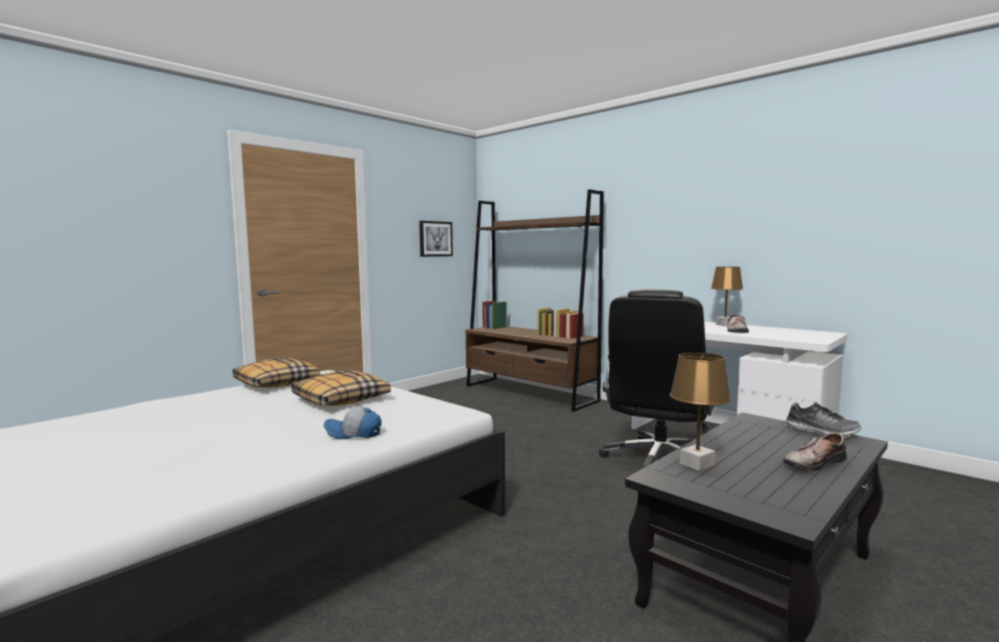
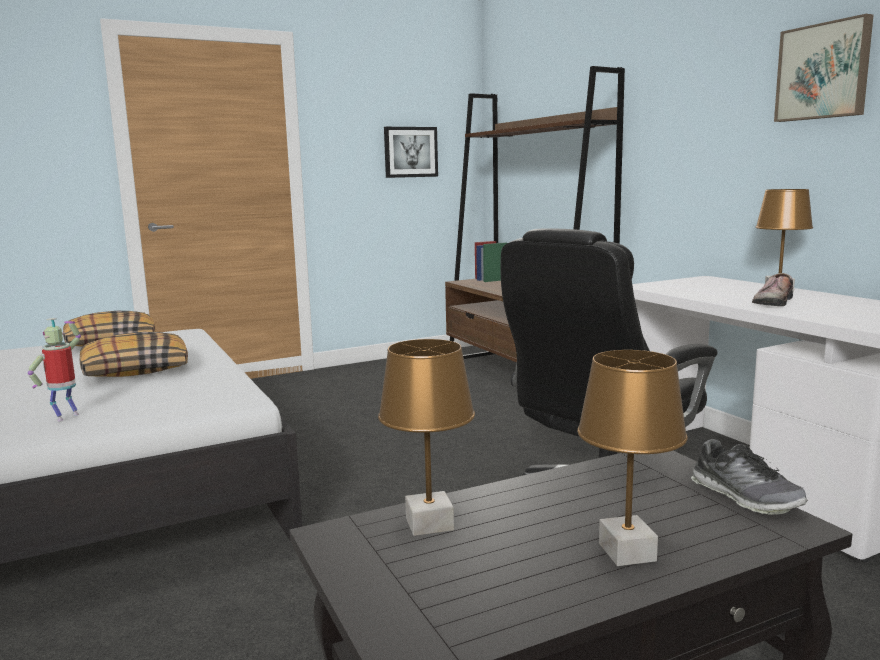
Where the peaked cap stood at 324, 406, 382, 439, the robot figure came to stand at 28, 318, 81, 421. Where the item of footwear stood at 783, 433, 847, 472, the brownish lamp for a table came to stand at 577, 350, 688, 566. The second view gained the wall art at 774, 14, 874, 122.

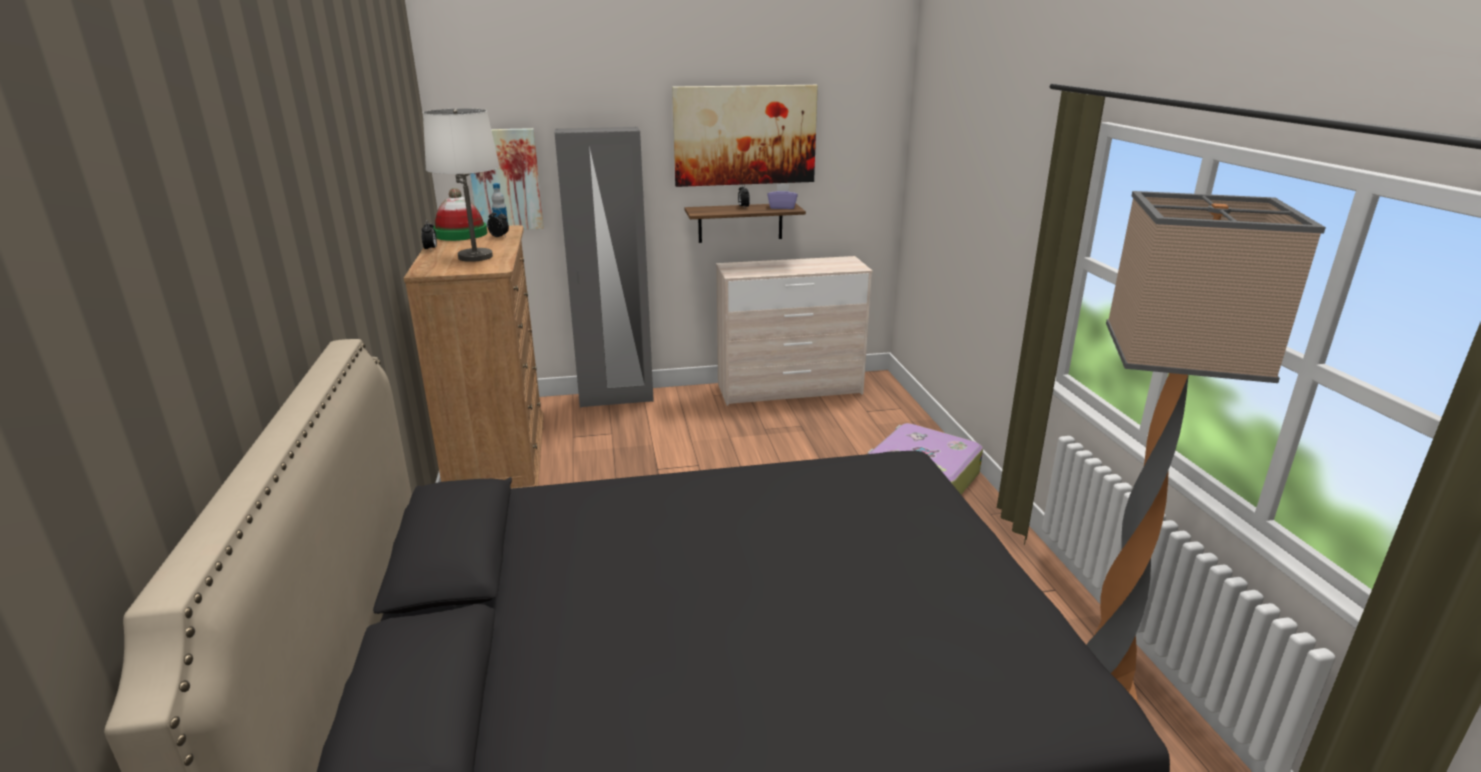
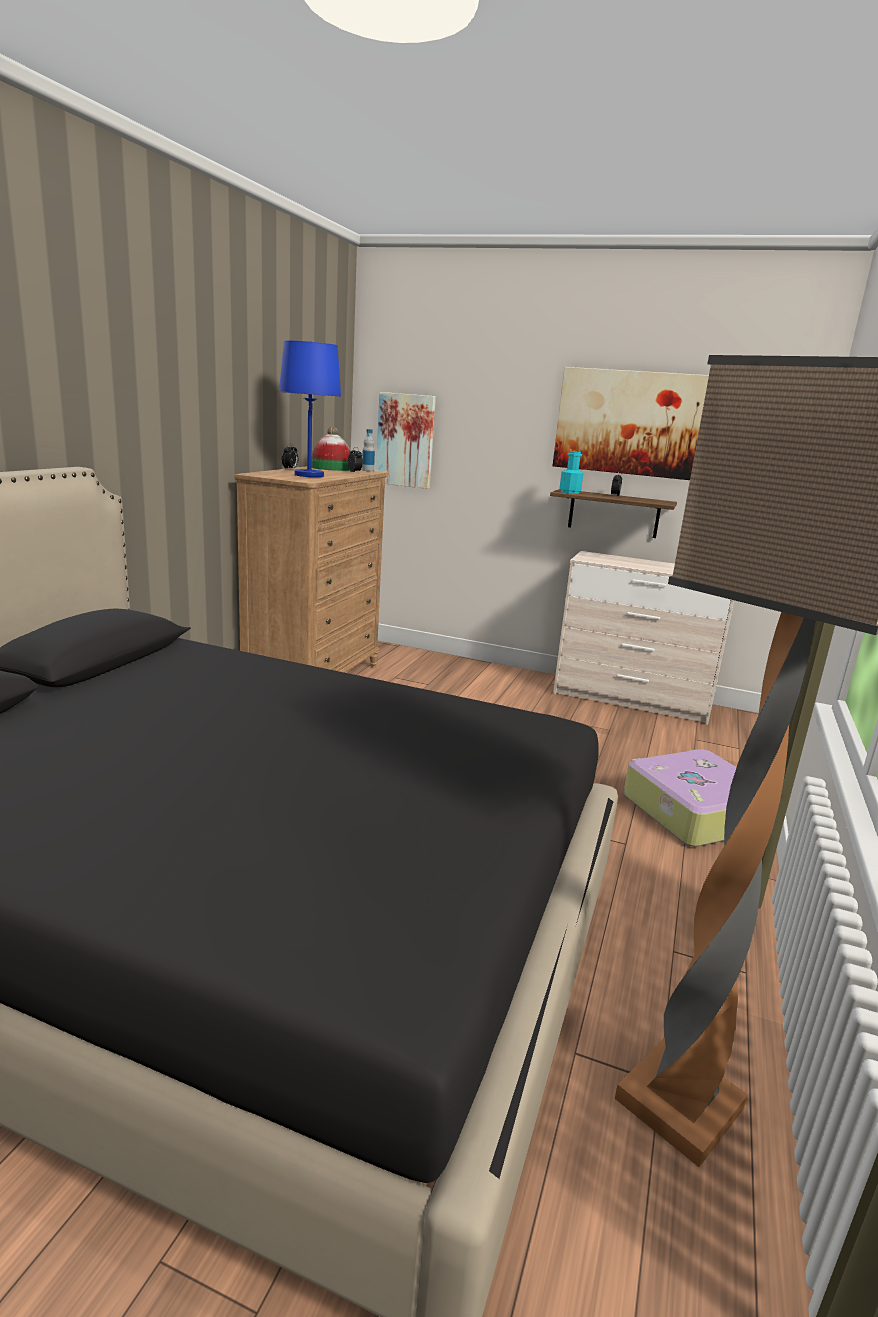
What was the whitish lamp for a table at 423, 108, 500, 262 turned into the bluish lamp for a table at 279, 340, 341, 477. The second view lost the greyish armoire at 555, 127, 654, 408. The second view lost the purplish box of tissues at 767, 184, 798, 209. The second view gained the blue-green bottle at 559, 451, 583, 494.

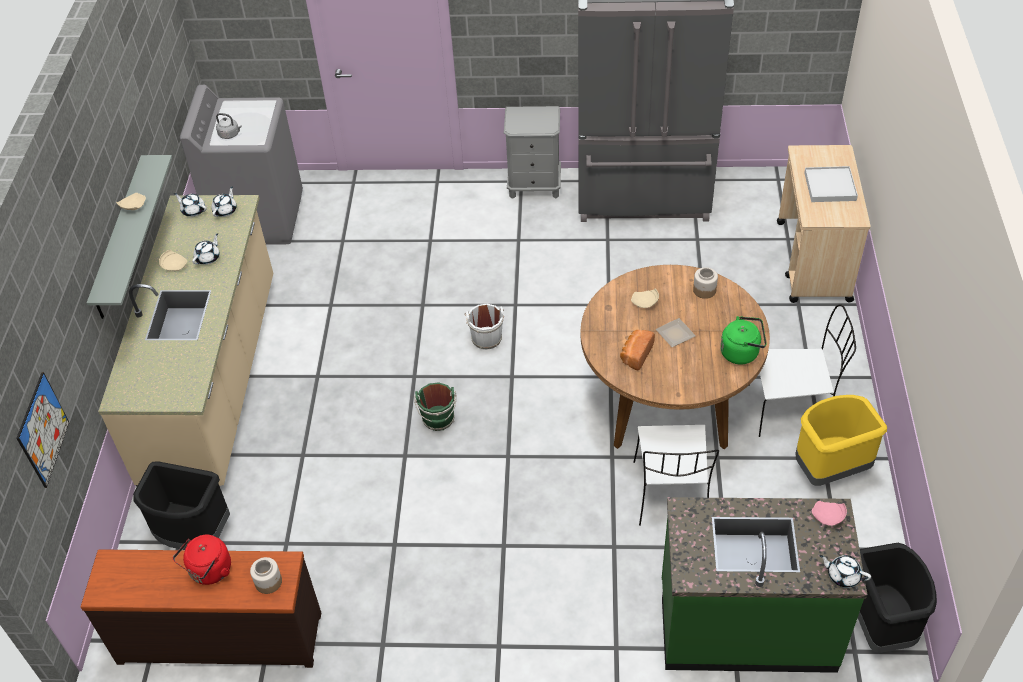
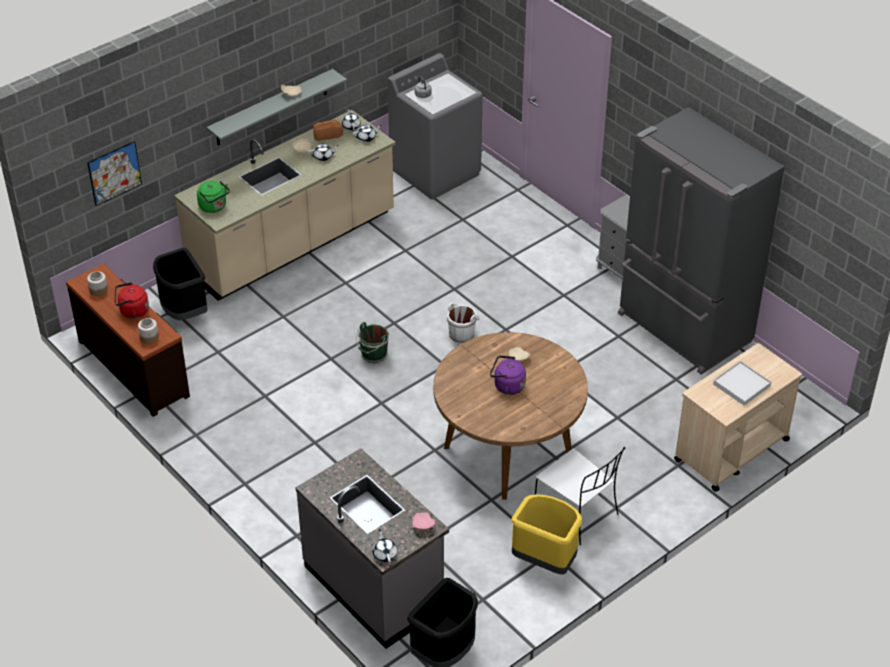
The baked bread ended up elsewhere, having gone from 620, 330, 655, 371 to 313, 120, 343, 141. The second view lost the whitish chair at 633, 425, 719, 526. Where the dinner plate stood at 656, 318, 696, 347, the purplish kettle came to stand at 490, 355, 526, 395. What was the greenish kitchen counter at 662, 497, 867, 673 turned into the greyish kitchen counter at 295, 448, 449, 649. The storage jar ended up elsewhere, having gone from 693, 267, 718, 299 to 87, 271, 108, 296. The greenish kettle ended up elsewhere, having gone from 720, 316, 767, 364 to 197, 181, 230, 213.

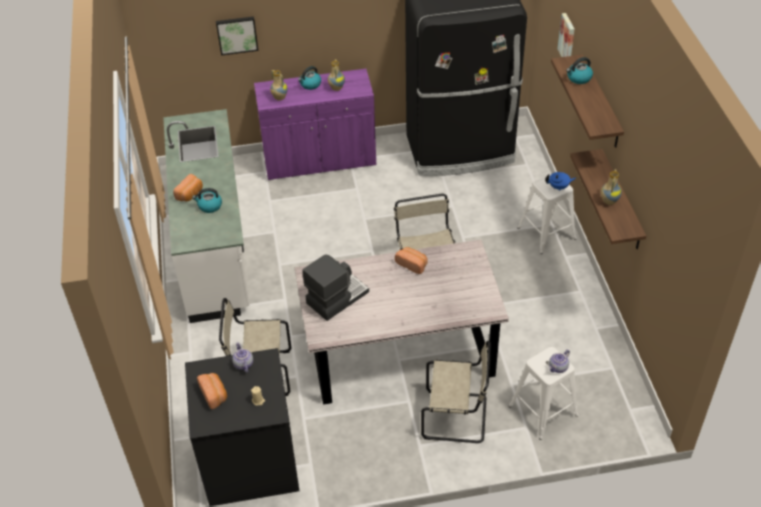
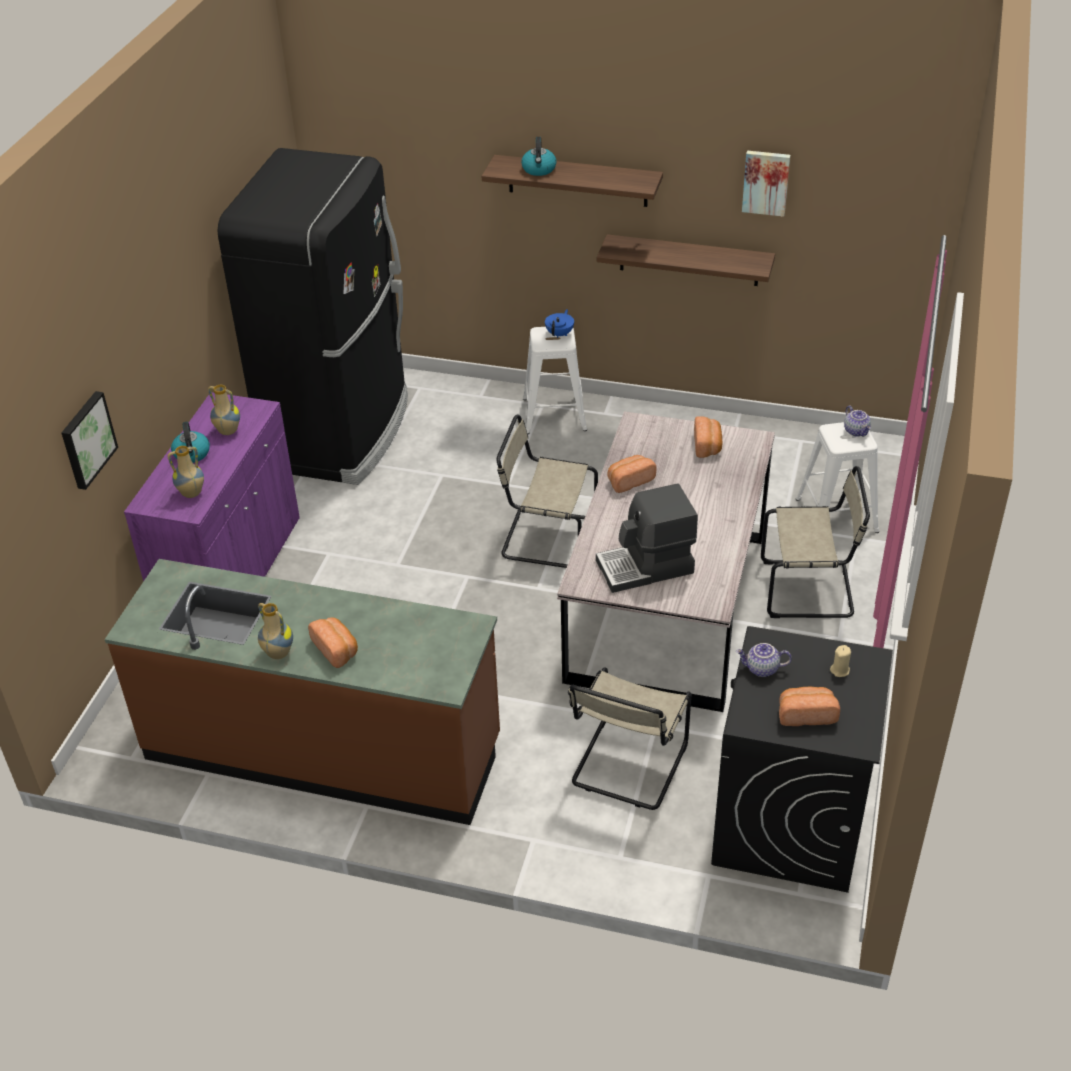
What was the whitish kitchen counter at 163, 109, 250, 323 turned into the brownish kitchen counter at 105, 559, 500, 825. The second view lost the kettle at 192, 188, 222, 213. The coffee maker at 302, 254, 369, 321 ended up facing another way, 90 degrees counterclockwise from before. The beige-coloured chair at 421, 340, 491, 443 ended up facing another way, 60 degrees clockwise from before. The wall art ended up elsewhere, having gone from 558, 13, 575, 57 to 742, 151, 791, 217. The decorative vase ended up elsewhere, having gone from 601, 169, 622, 205 to 258, 603, 293, 659. The second view gained the baked bread at 694, 416, 723, 458.

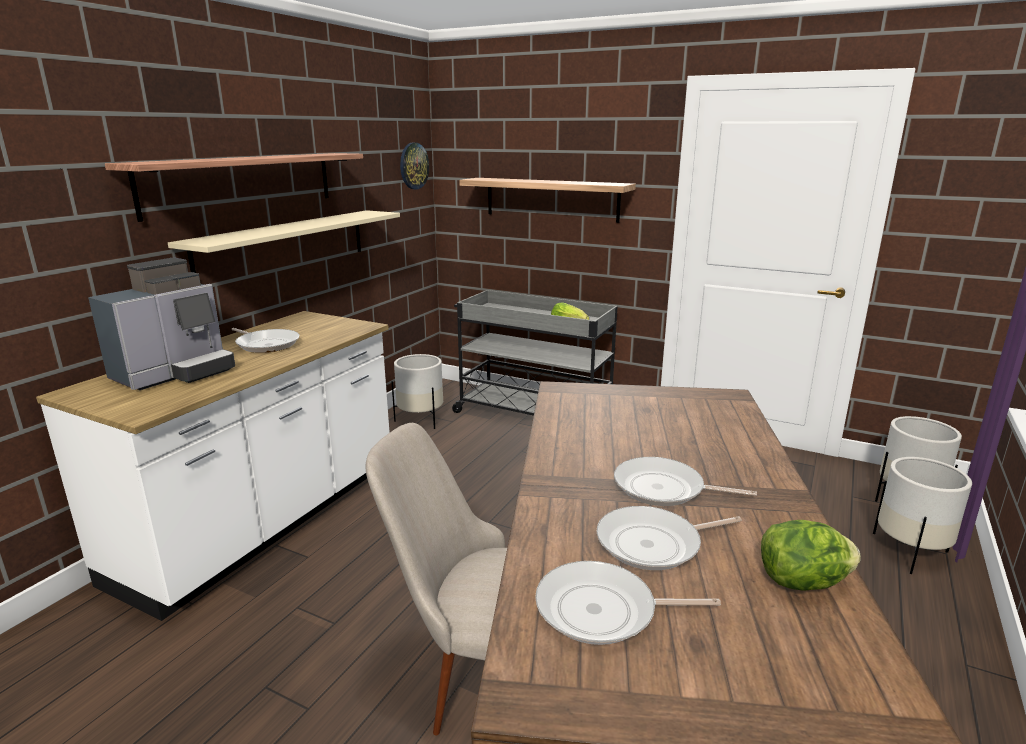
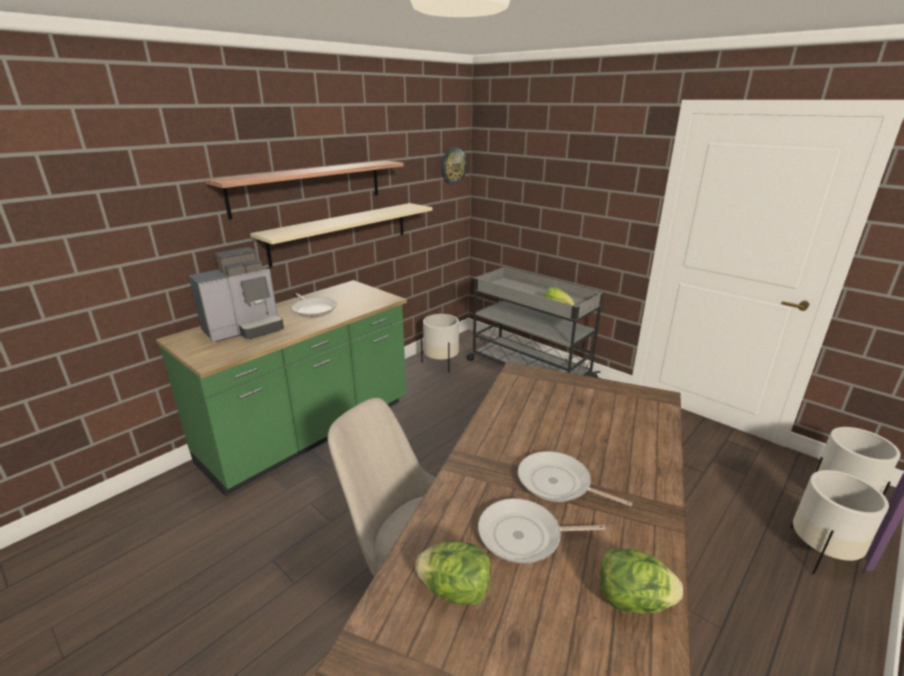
What was the whitish kitchen counter at 36, 311, 390, 621 turned into the greenish kitchen counter at 156, 280, 407, 496. The second view lost the bracket shelf at 459, 178, 636, 223. Where the skillet stood at 535, 561, 721, 645, the lettuce came to stand at 415, 541, 491, 605.

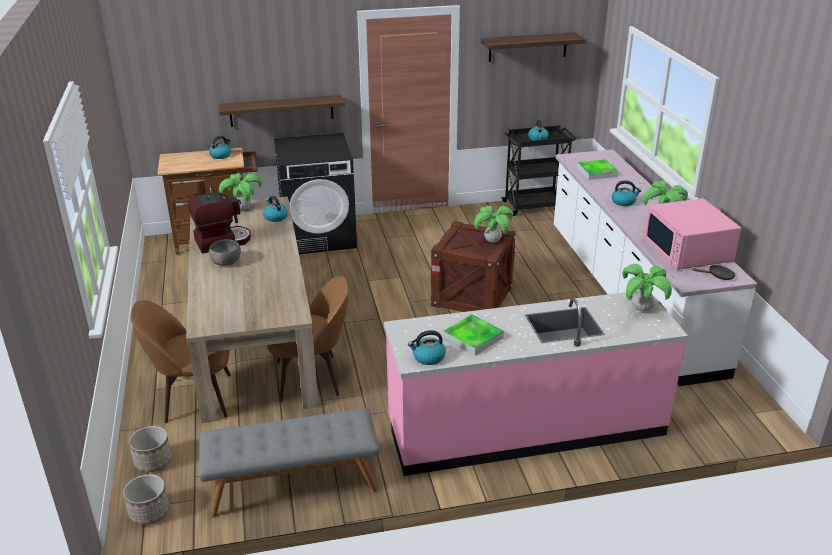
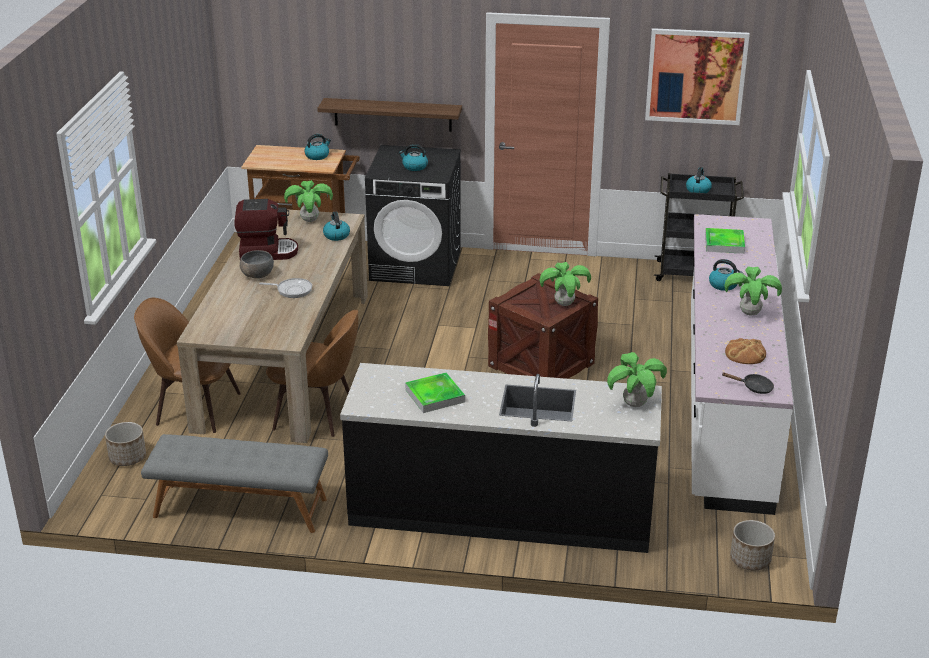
The plant pot ended up elsewhere, having gone from 123, 474, 169, 525 to 730, 520, 775, 570. What was the pink kitchen counter at 384, 291, 688, 476 turned into the blackish kitchen counter at 340, 363, 662, 553. The kettle ended up elsewhere, having gone from 408, 330, 446, 365 to 399, 144, 428, 171. Where the bracket shelf hung at 481, 32, 586, 62, the wall art came to hang at 645, 28, 750, 125. Where the pink kitchen microwave stood at 643, 198, 741, 270, the baked bread came to stand at 725, 338, 766, 364. The second view gained the skillet at 259, 278, 312, 298.

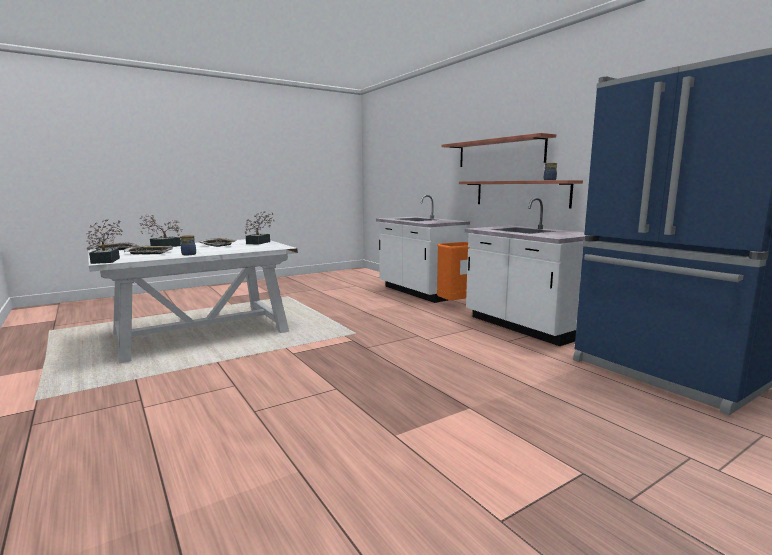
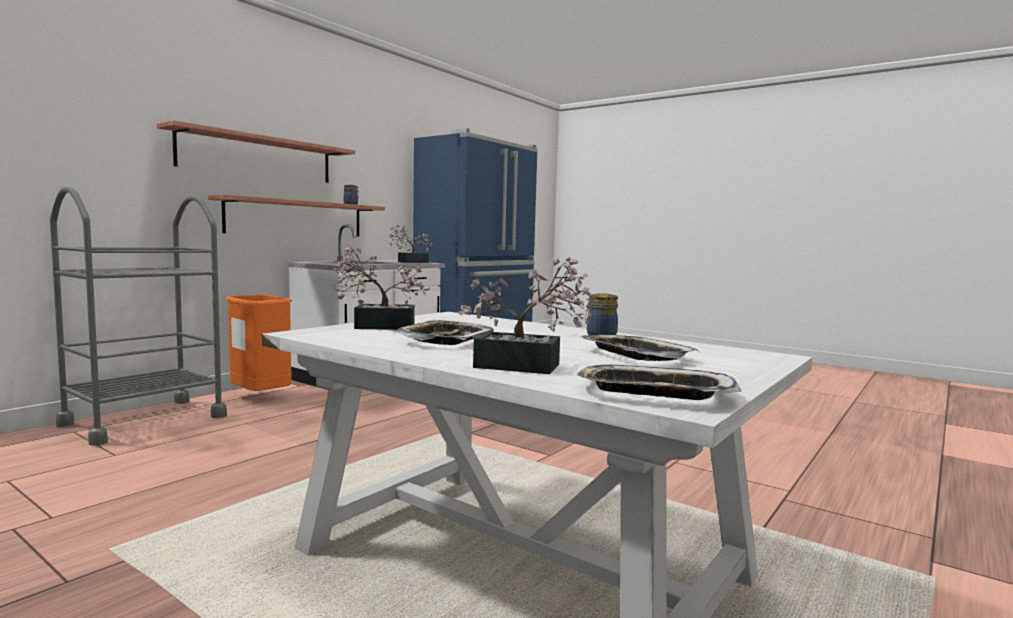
The plant in a pot ended up elsewhere, having gone from 85, 219, 123, 264 to 390, 225, 432, 263. Where the whitish kitchen counter stood at 376, 195, 470, 303, the greyish cart came to stand at 50, 186, 227, 446.

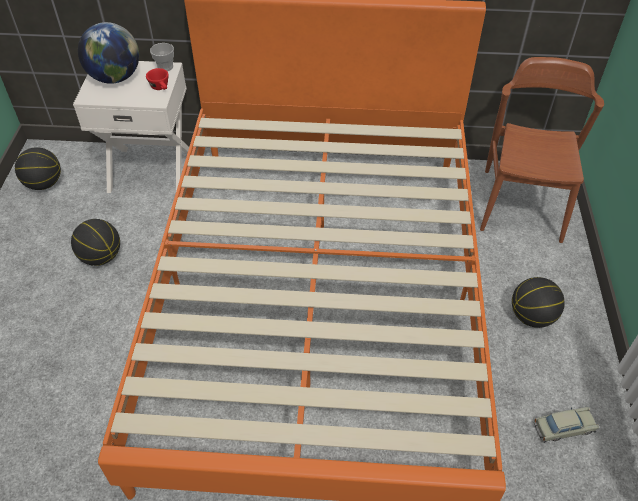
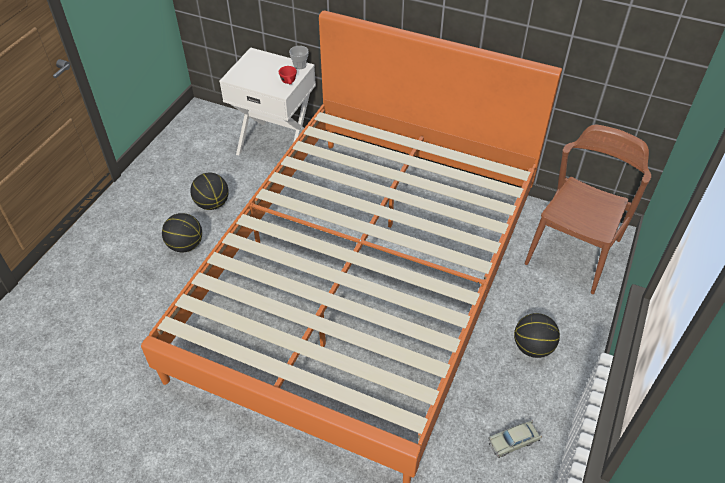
The basketball ball ended up elsewhere, having gone from 15, 147, 61, 190 to 162, 213, 202, 252. The second view lost the globe at 78, 22, 139, 84. The beige-coloured miniature car at 534, 407, 599, 443 ended up facing another way, 150 degrees clockwise from before.

